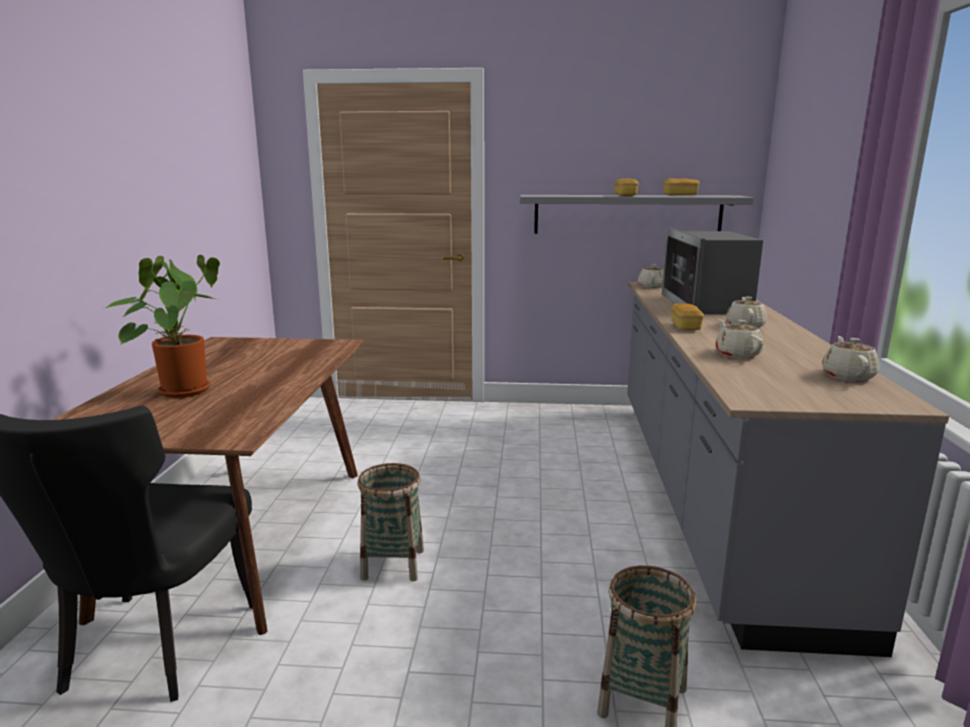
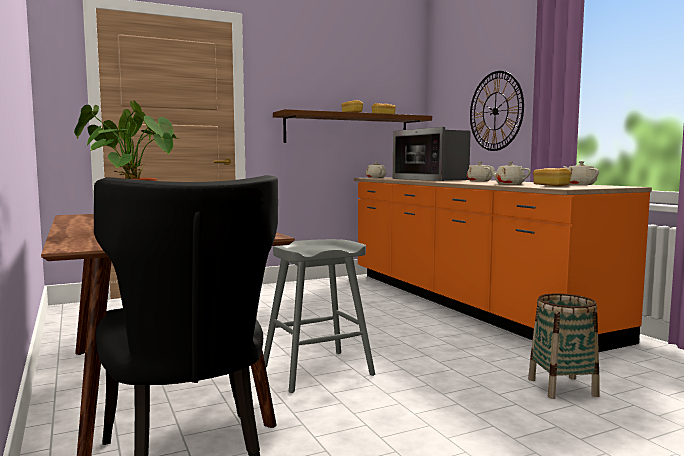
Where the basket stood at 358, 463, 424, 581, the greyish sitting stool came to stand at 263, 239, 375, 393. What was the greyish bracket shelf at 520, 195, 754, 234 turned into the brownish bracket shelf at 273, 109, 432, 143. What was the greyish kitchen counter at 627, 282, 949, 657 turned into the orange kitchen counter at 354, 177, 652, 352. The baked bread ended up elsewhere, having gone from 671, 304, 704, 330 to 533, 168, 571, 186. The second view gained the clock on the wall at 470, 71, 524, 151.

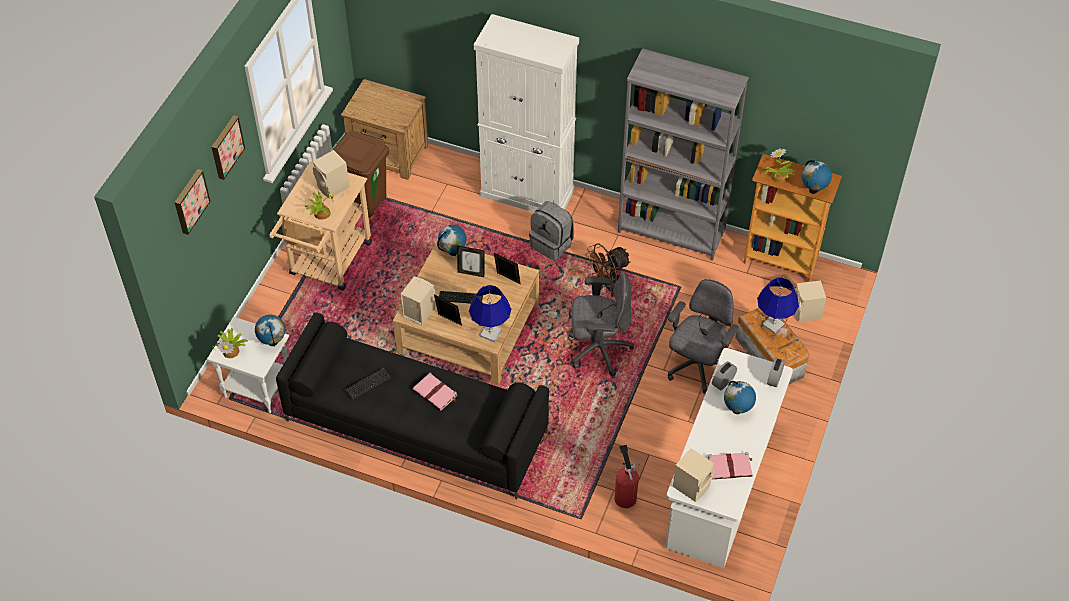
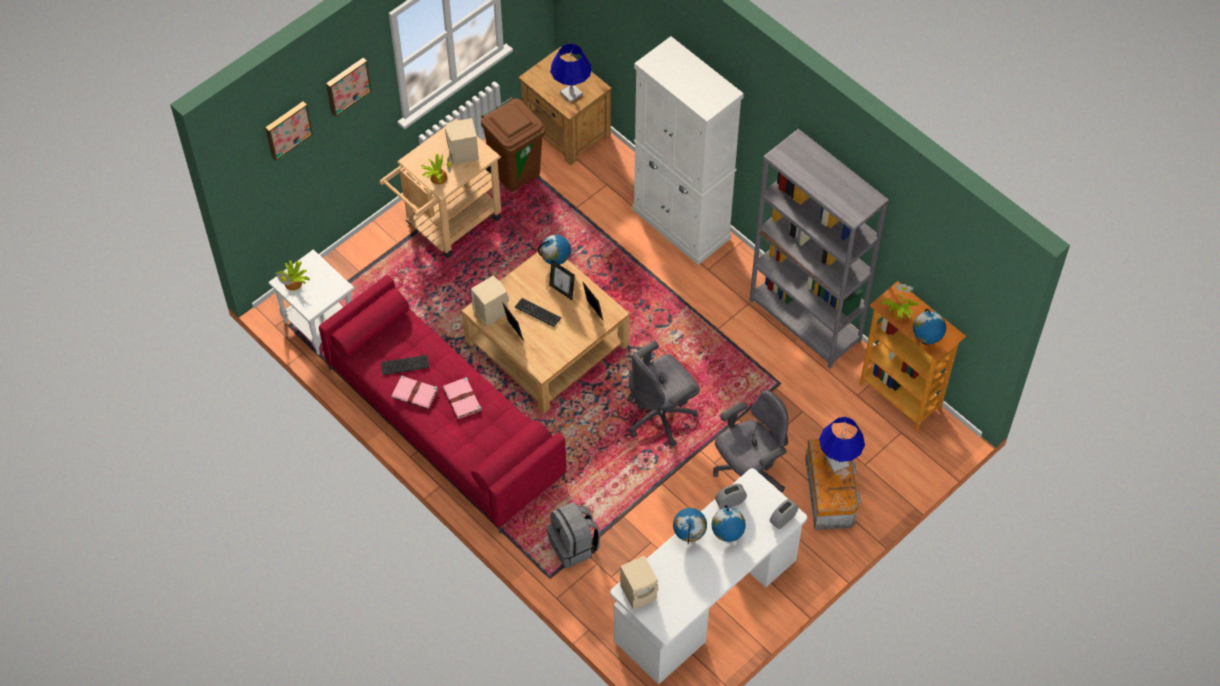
The globe ended up elsewhere, having gone from 255, 315, 285, 347 to 673, 508, 707, 545. What was the blackish sofa at 276, 313, 549, 499 turned into the red-coloured sofa at 319, 275, 566, 534. The bluish lamp for a table ended up elsewhere, having gone from 469, 285, 511, 343 to 550, 44, 592, 102. The greyish knapsack ended up elsewhere, having gone from 529, 201, 574, 261 to 547, 502, 600, 568. The greyish desk chair at 569, 272, 634, 376 ended up facing another way, 120 degrees clockwise from before. The second view lost the brownish fan at 585, 243, 631, 297. The second view lost the extinguisher at 614, 445, 639, 508. The pink volume ended up elsewhere, having gone from 708, 452, 753, 479 to 391, 375, 439, 409. The second view lost the beige-coloured loudspeaker at 794, 280, 826, 322.

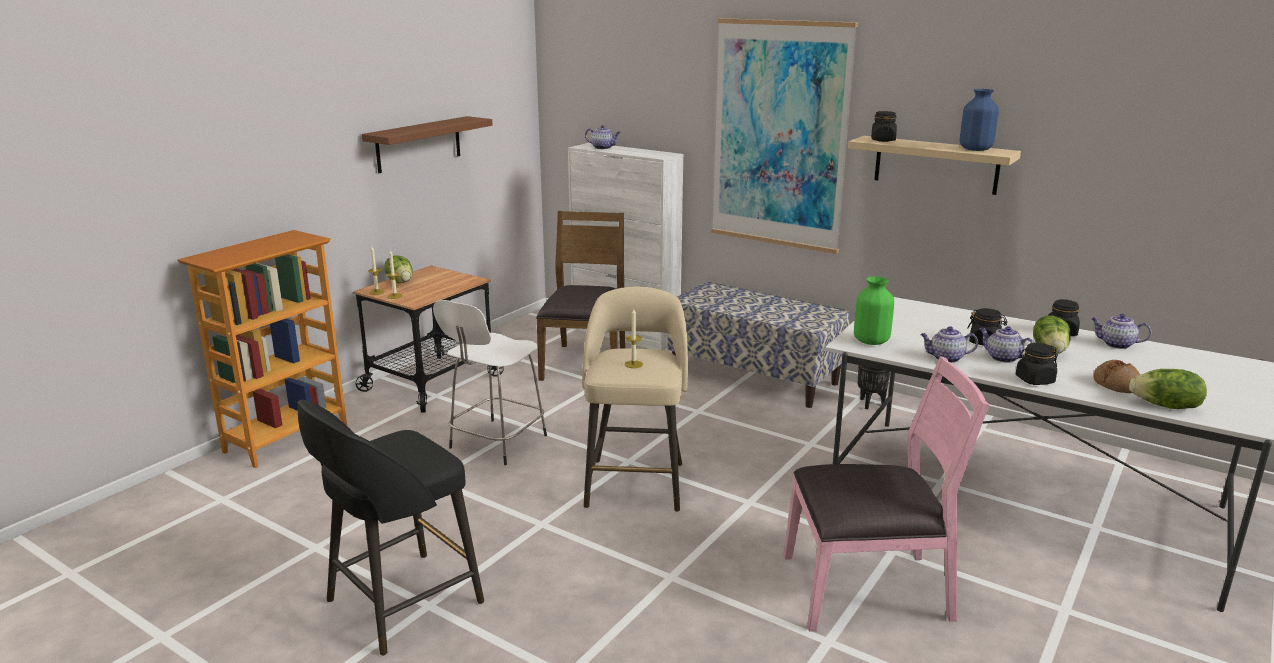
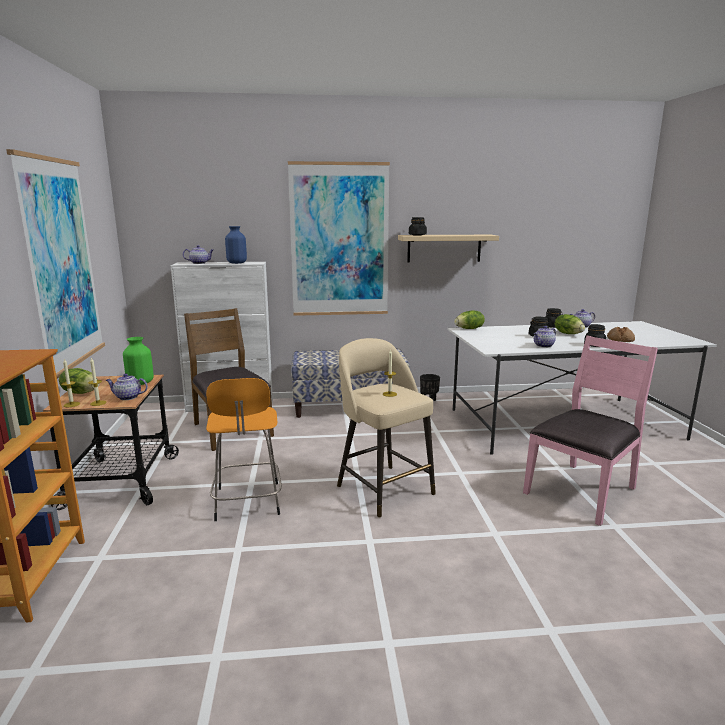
The second view lost the blackish sitting stool at 297, 400, 484, 656. Where the brownish bracket shelf hung at 362, 116, 493, 173, the wall art came to hang at 6, 149, 105, 379. What was the whitish sitting stool at 433, 300, 547, 465 turned into the orange sitting stool at 206, 378, 282, 521. The greenish decorative vase ended up elsewhere, having gone from 854, 276, 894, 345 to 123, 337, 154, 385. The bluish decorative vase ended up elsewhere, having gone from 960, 89, 999, 151 to 225, 226, 247, 264. The pot for tea ended up elsewhere, having gone from 979, 326, 1034, 363 to 106, 374, 148, 400. The lettuce ended up elsewhere, having gone from 1129, 369, 1207, 409 to 454, 310, 485, 329.

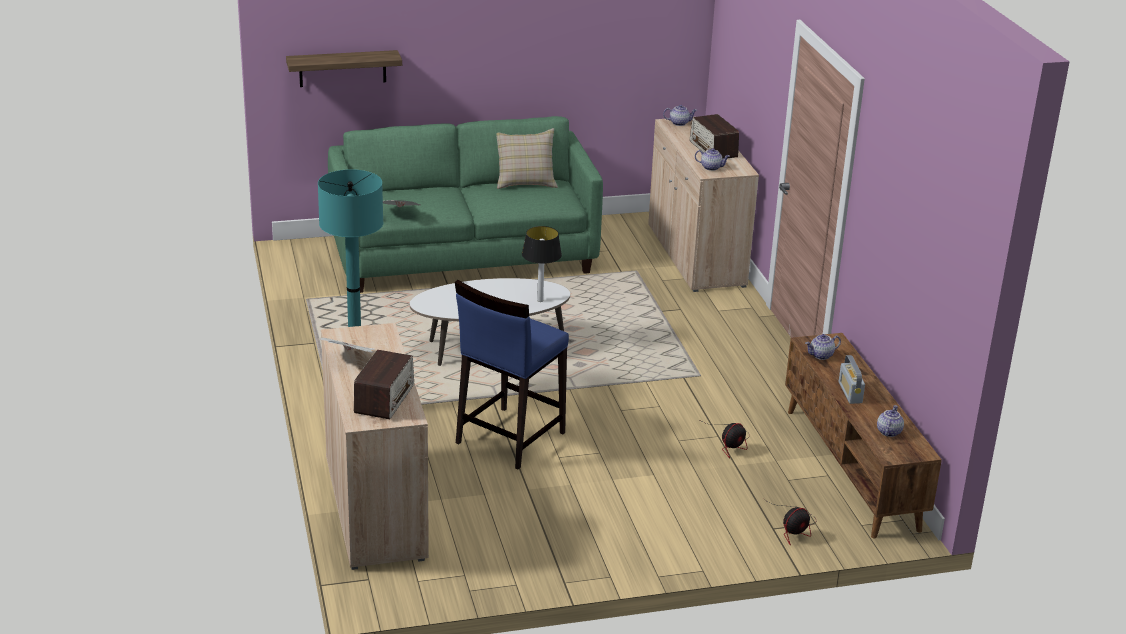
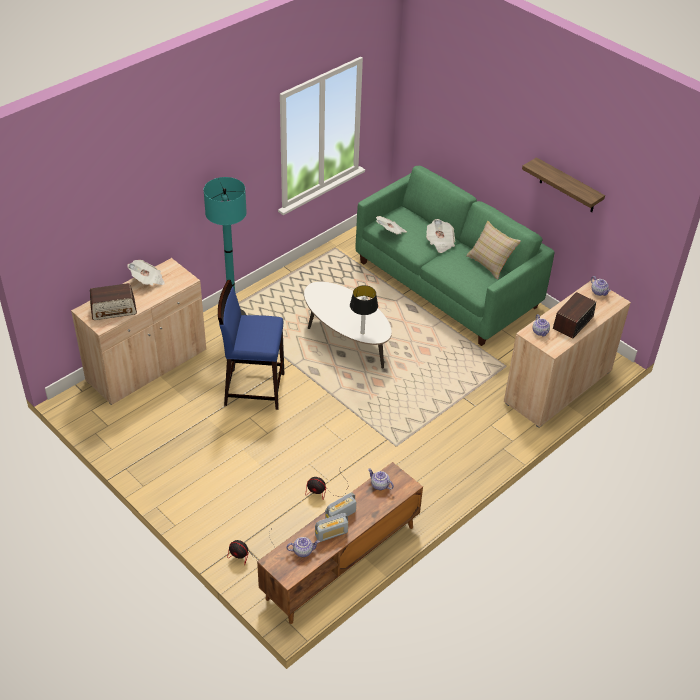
The bracket shelf ended up elsewhere, having gone from 286, 50, 402, 87 to 522, 157, 605, 212. The second view gained the radio set at 315, 513, 348, 542. The second view gained the printed paper at 426, 219, 455, 253.

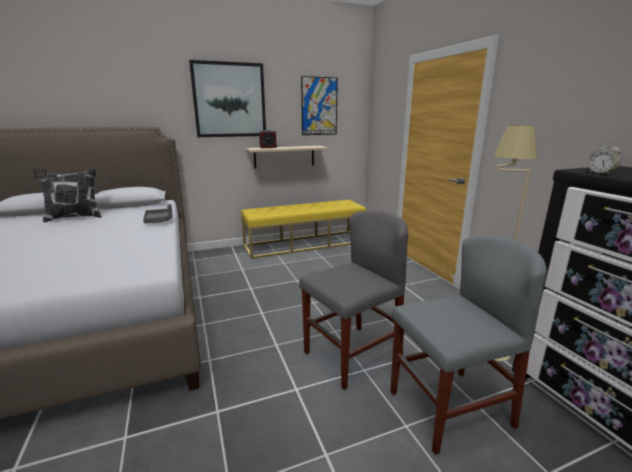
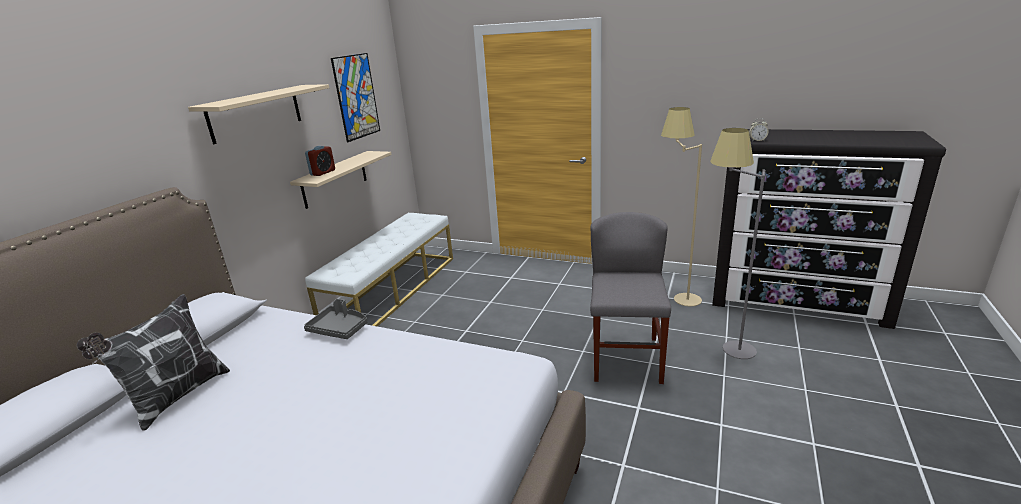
Where the wall art hung at 189, 60, 266, 137, the beige-coloured bracket shelf came to hang at 188, 84, 329, 144. What was the yellowish bench at 241, 200, 366, 259 turned into the whitish bench at 305, 213, 453, 327. Where the greyish chair stood at 390, 235, 547, 455, the greyish standing lamp came to stand at 710, 128, 766, 359.

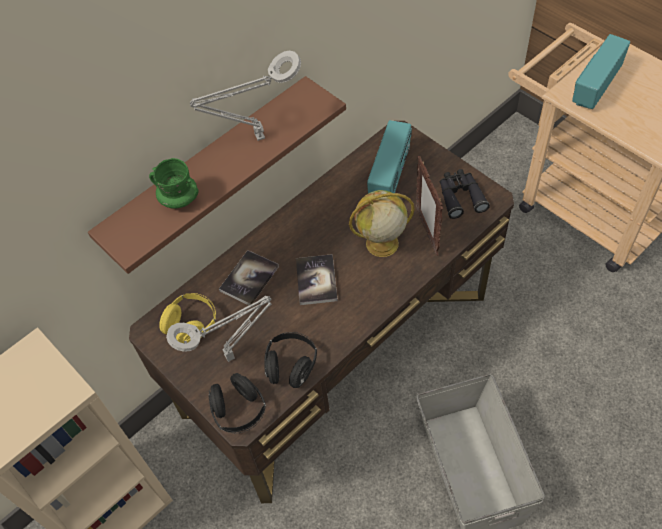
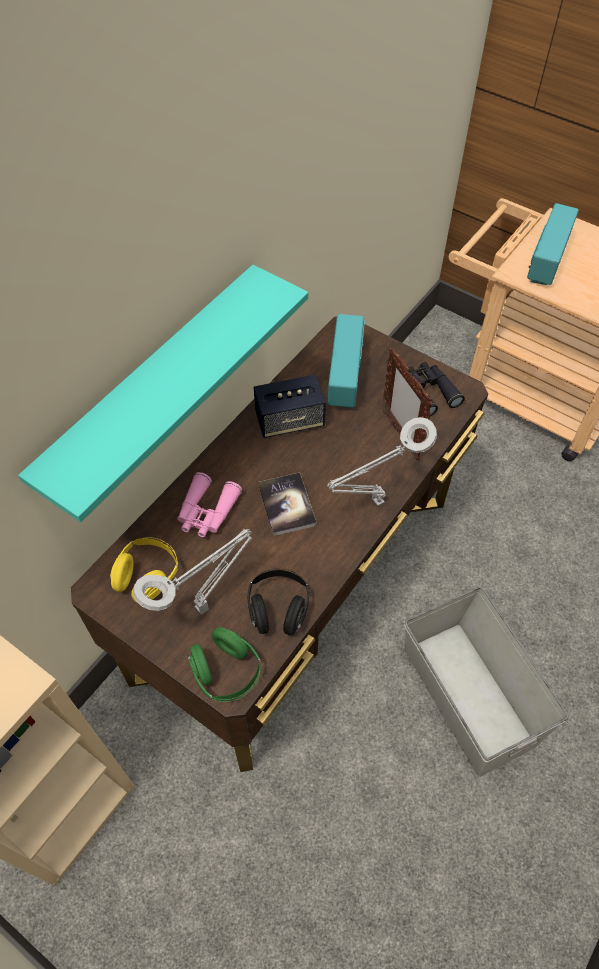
What was the brownish bracket shelf at 88, 76, 346, 274 turned into the blue-green bracket shelf at 18, 265, 308, 522. The second view lost the greenish tea mug at 149, 158, 199, 209. The greyish lamp for a table ended up elsewhere, having gone from 190, 50, 301, 141 to 327, 417, 437, 506. What was the blackish pair of headphones at 208, 373, 266, 433 turned into the greenish pair of headphones at 187, 627, 261, 702. Where the volume stood at 219, 250, 279, 305, the pink binoculars came to stand at 177, 472, 242, 537. The second view lost the globe at 349, 190, 415, 257. The second view gained the loudspeaker at 254, 375, 326, 438.

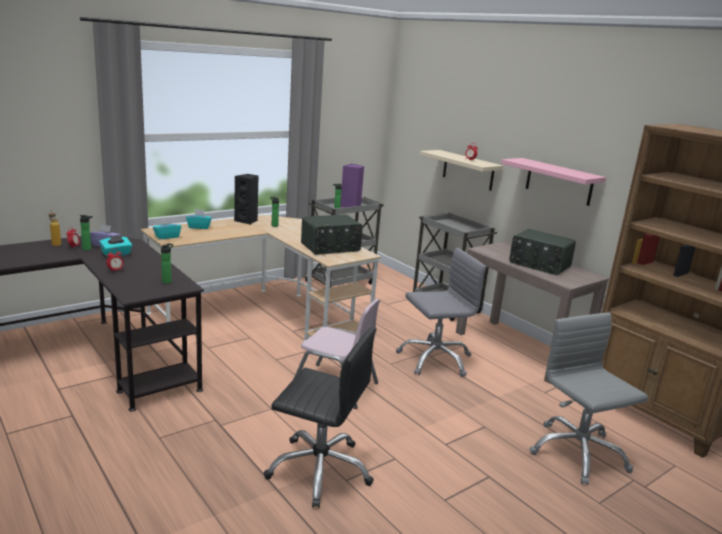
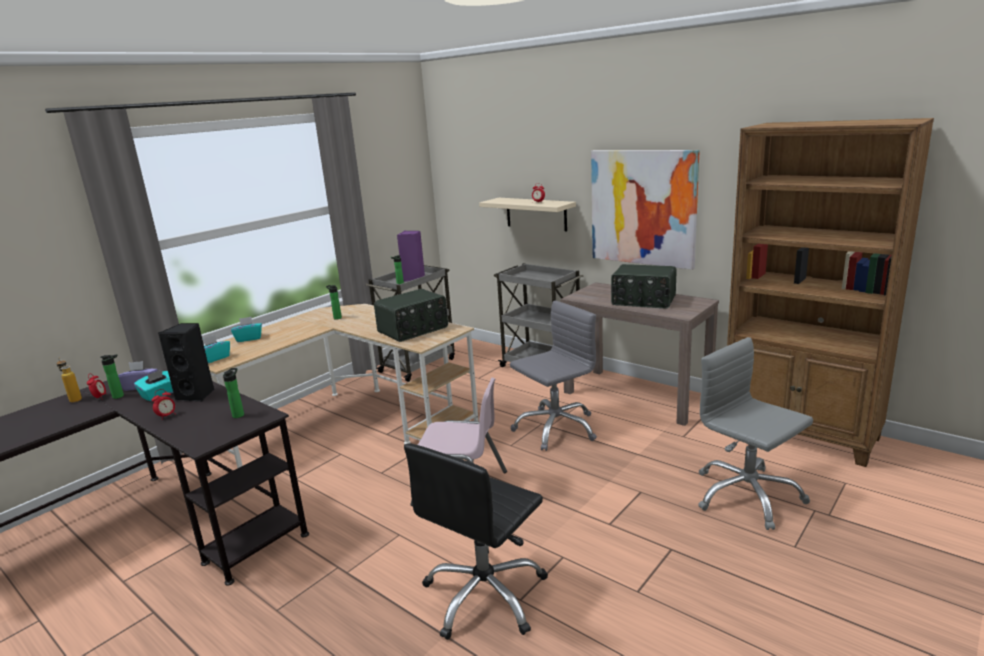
The blackish loudspeaker ended up elsewhere, having gone from 234, 174, 259, 225 to 158, 323, 214, 402. The blackish desk chair at 264, 327, 377, 508 ended up facing another way, 120 degrees clockwise from before. Where the pink bracket shelf hung at 501, 158, 606, 206, the wall art came to hang at 591, 150, 700, 270.

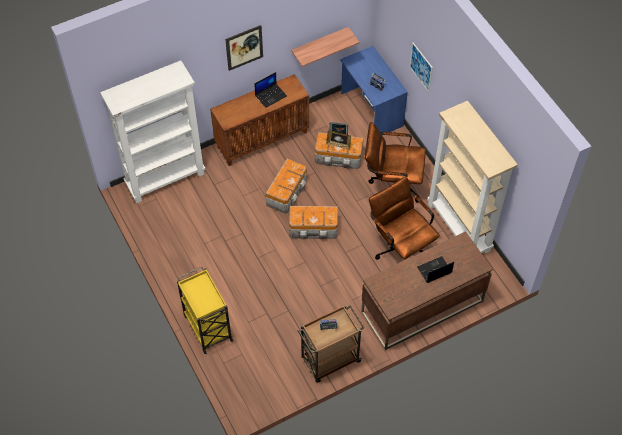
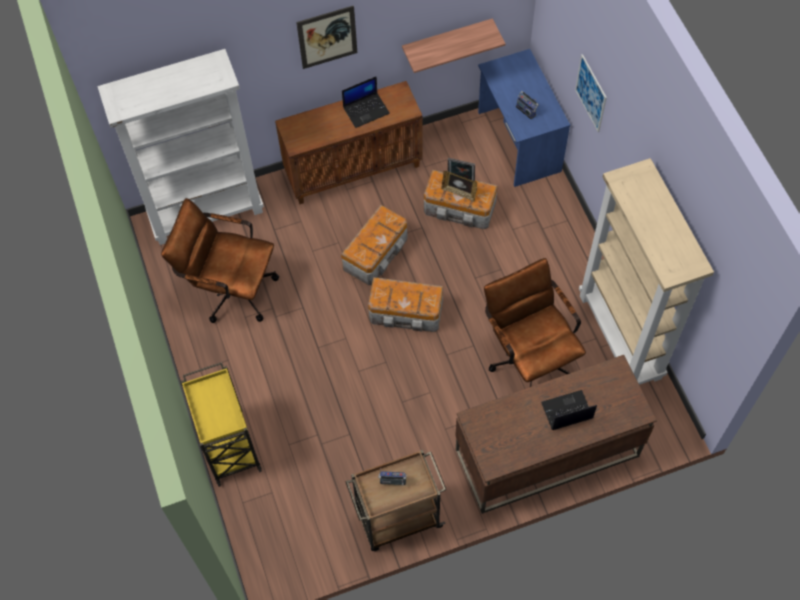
The brownish desk chair ended up elsewhere, having gone from 365, 122, 426, 203 to 161, 198, 279, 323.

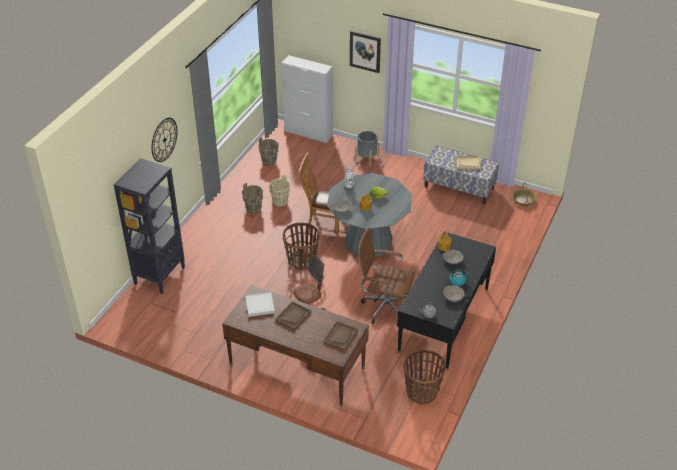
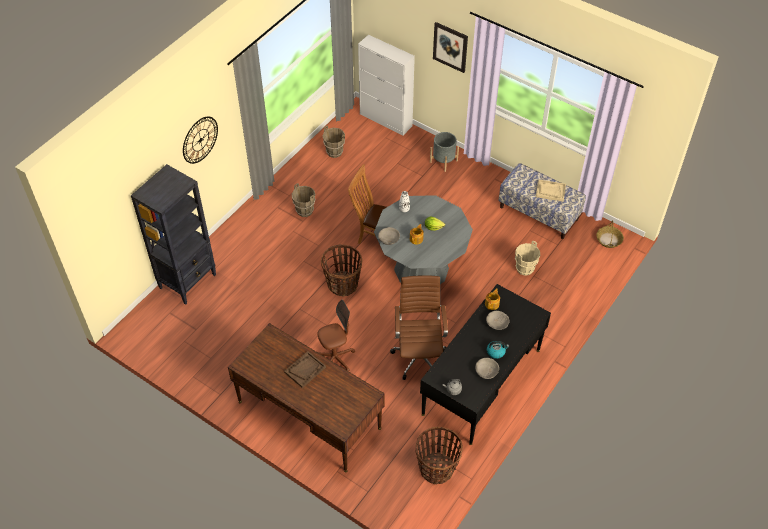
The second view lost the whitish tray at 245, 292, 275, 317. The beige-coloured bucket ended up elsewhere, having gone from 269, 175, 290, 207 to 515, 241, 540, 276. The second view lost the brownish tray at 323, 321, 358, 351. The brownish desk chair at 357, 227, 414, 324 ended up facing another way, 60 degrees clockwise from before.

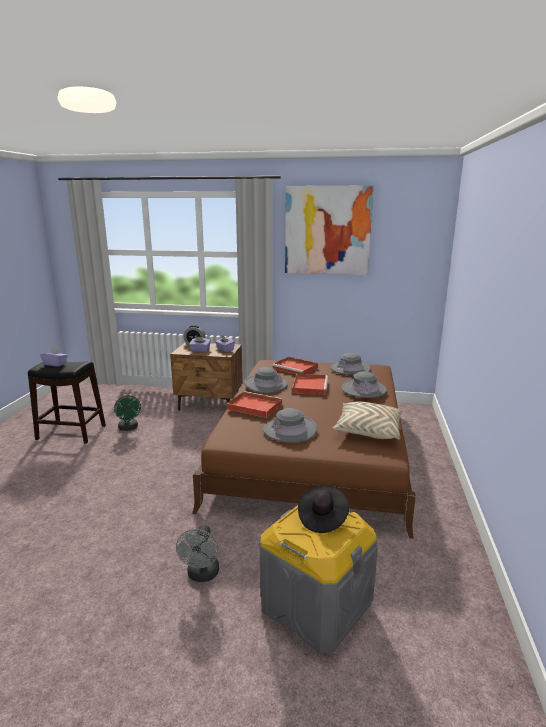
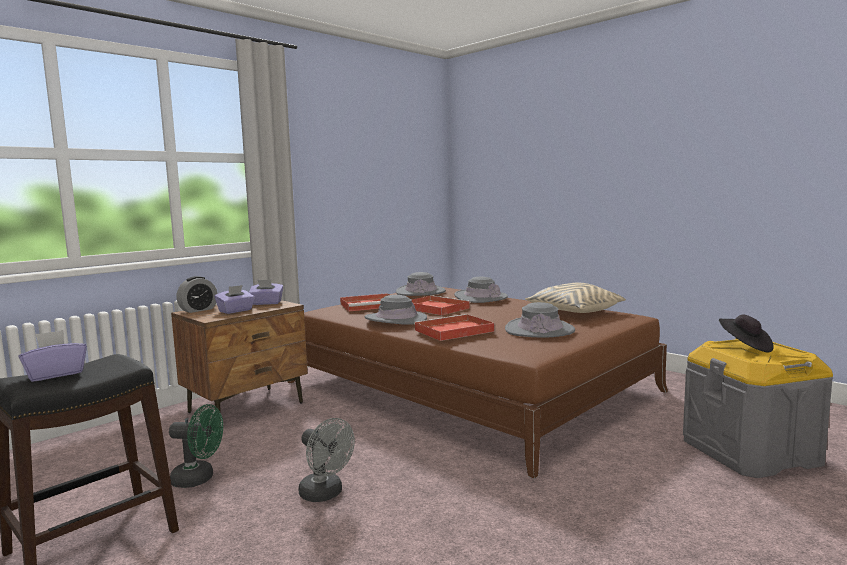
The greyish fan ended up elsewhere, having gone from 176, 525, 219, 582 to 299, 418, 355, 502. The second view lost the wall art at 285, 185, 374, 275.

